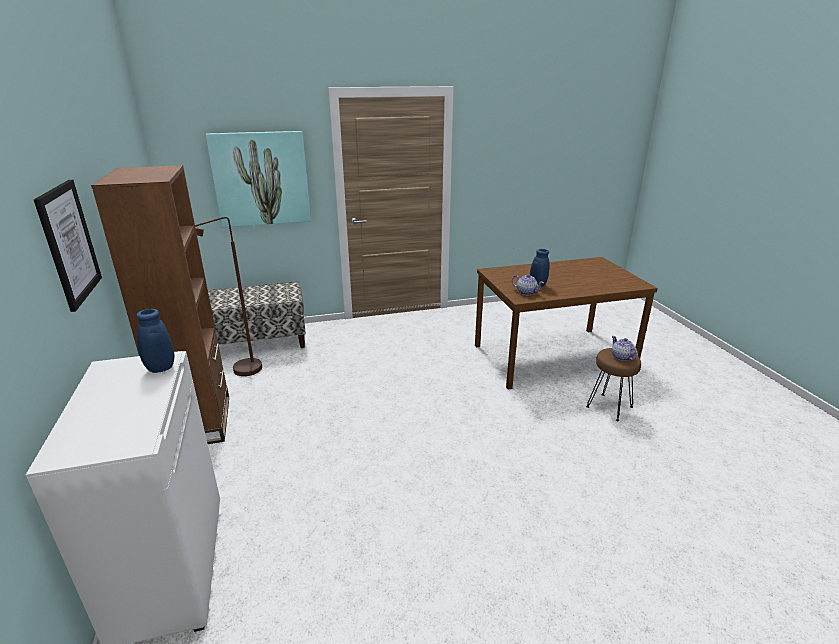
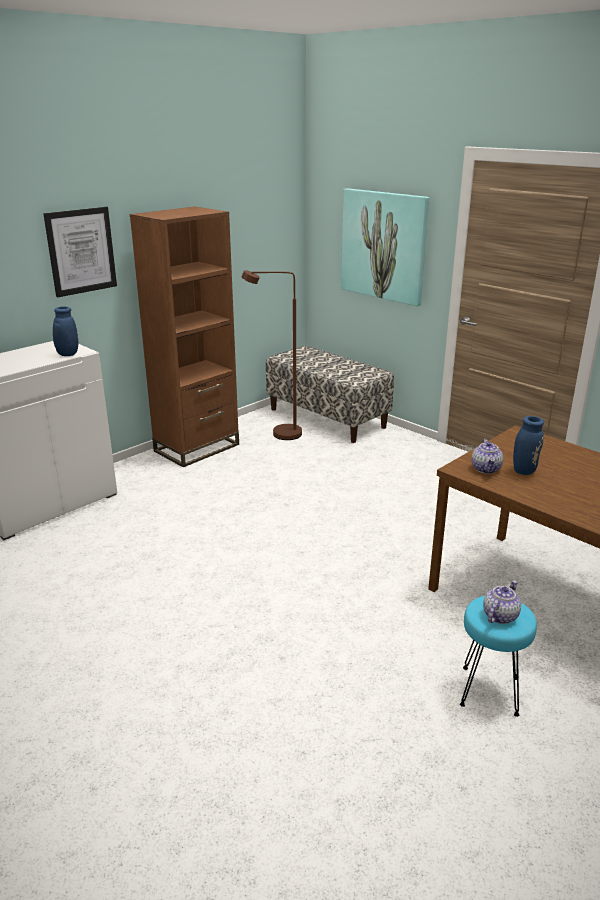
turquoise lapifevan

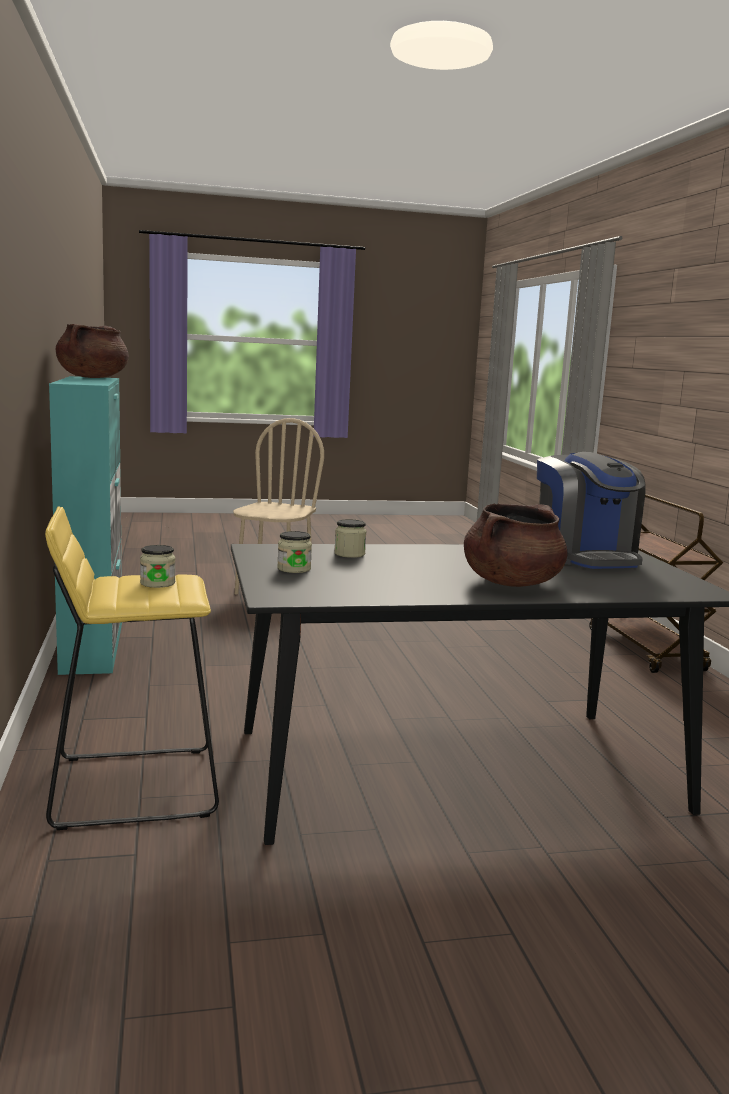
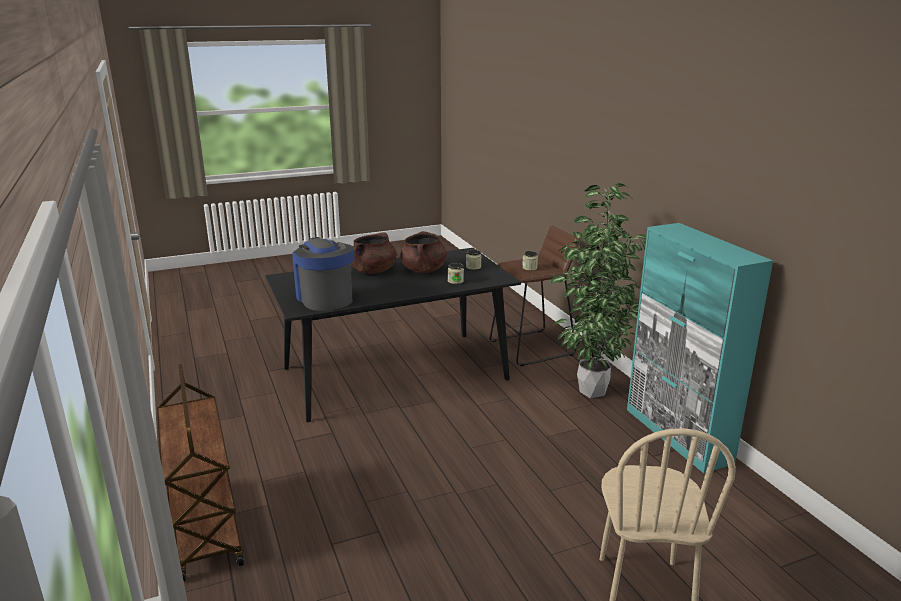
brown lapifevan
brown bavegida (no. 2 from left)
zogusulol

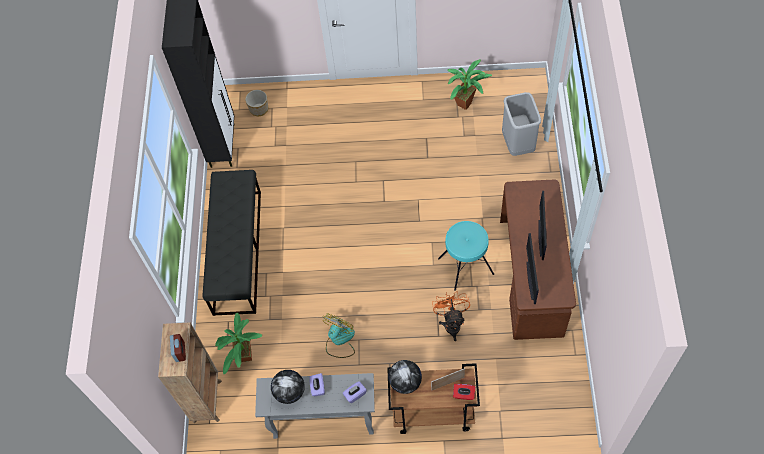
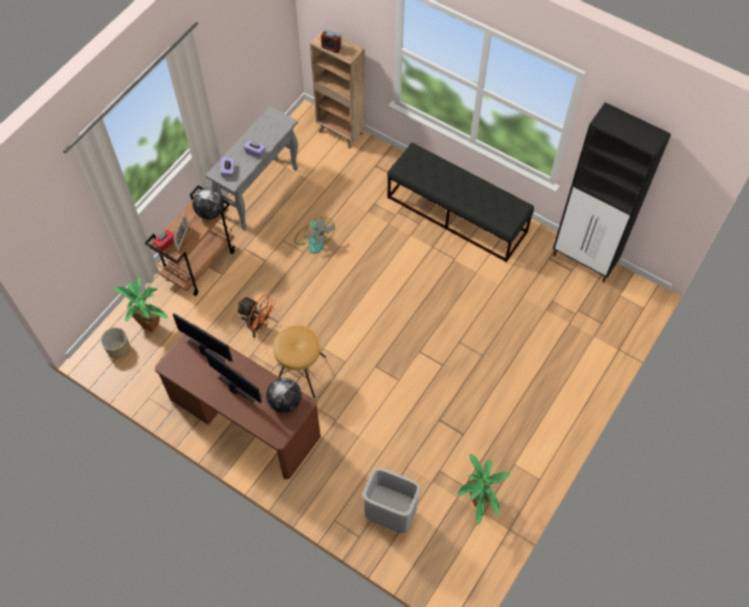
zogusulol (no. 1 from left)
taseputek
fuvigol (no. 2 from left)
brown lapifevan

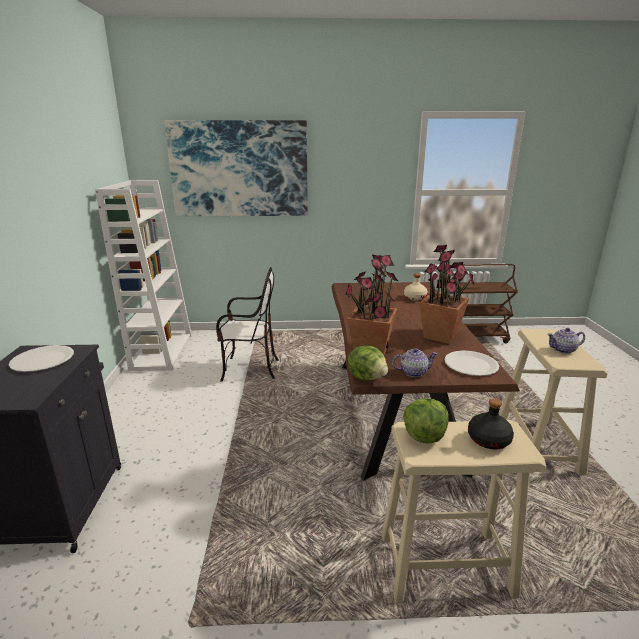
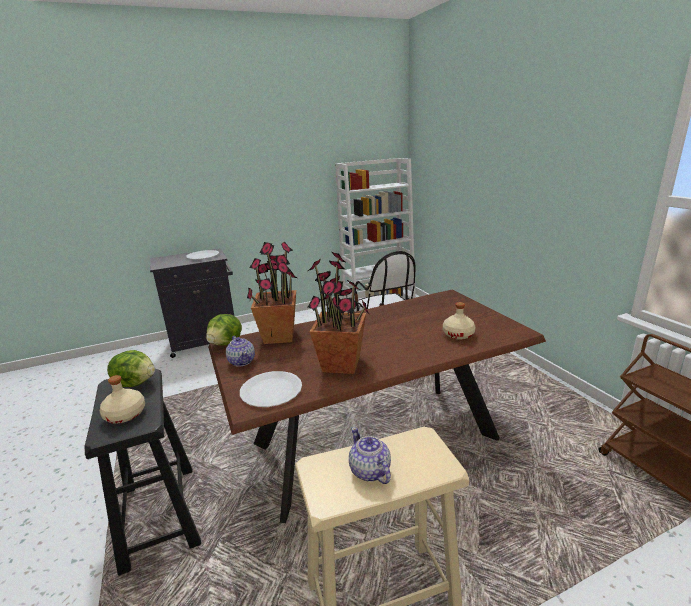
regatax
black lapifevan
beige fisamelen (no. 1 from left)

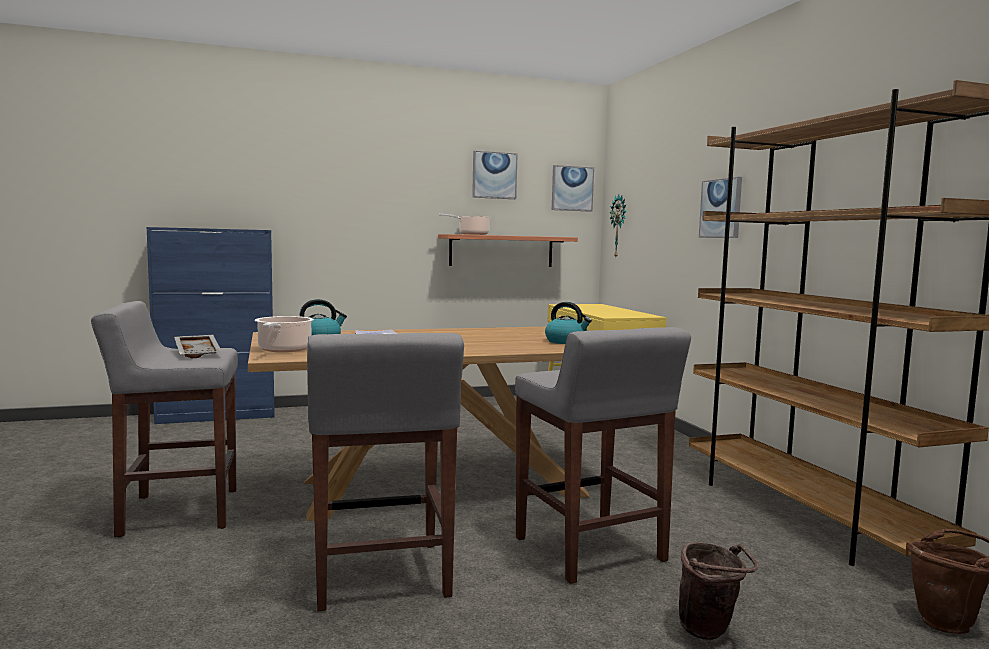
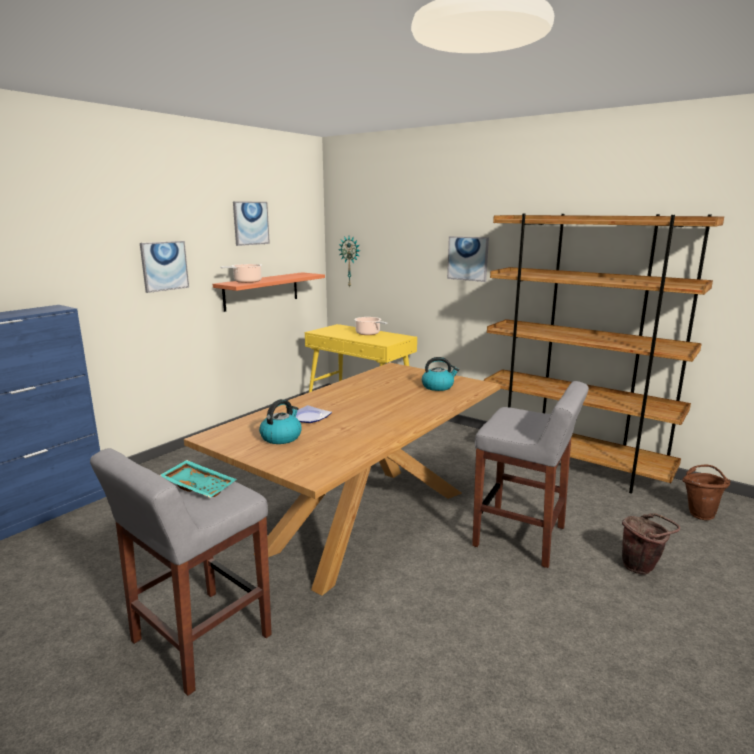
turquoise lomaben
bavegida (no. 2 from left)
grey lapifevan (no. 2 from left in the first image)
regatax (no. 1 from left)

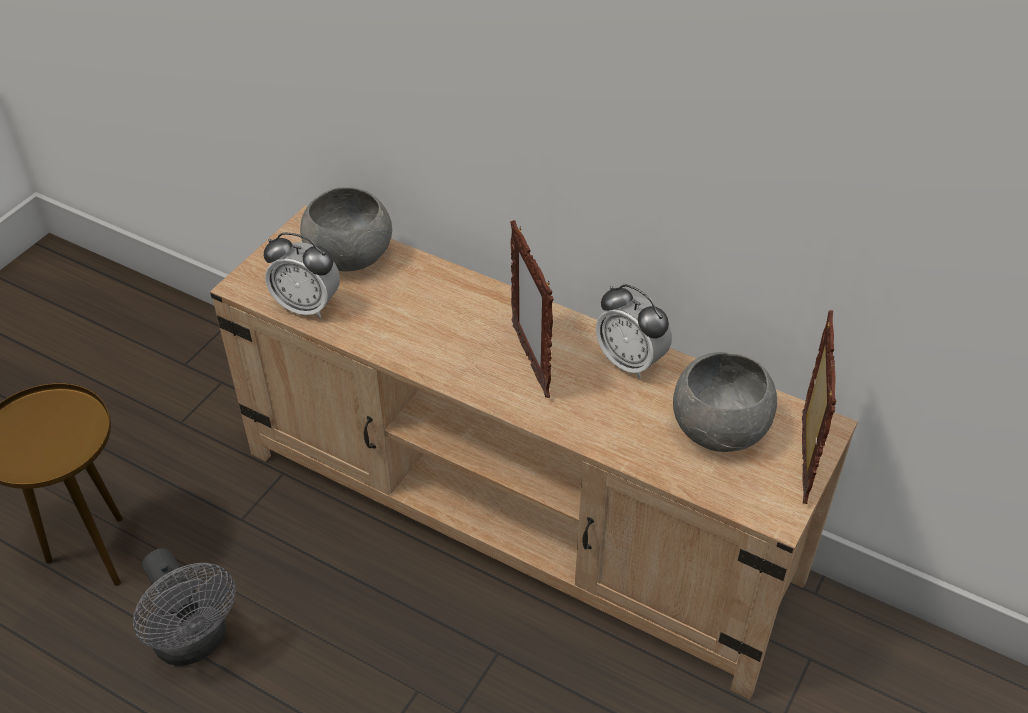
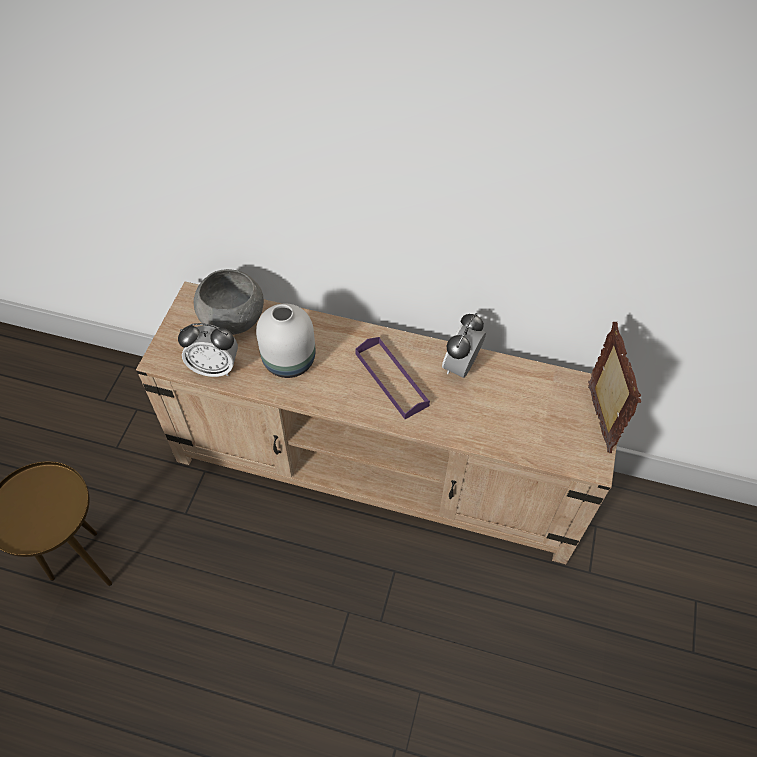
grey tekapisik
purple lomaben
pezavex (no. 2 from left)
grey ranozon (no. 2 from left in the first image)
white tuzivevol

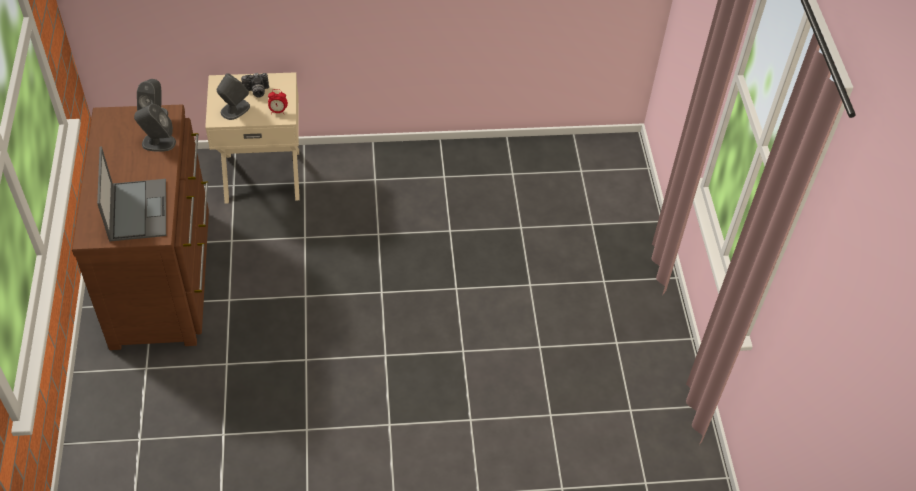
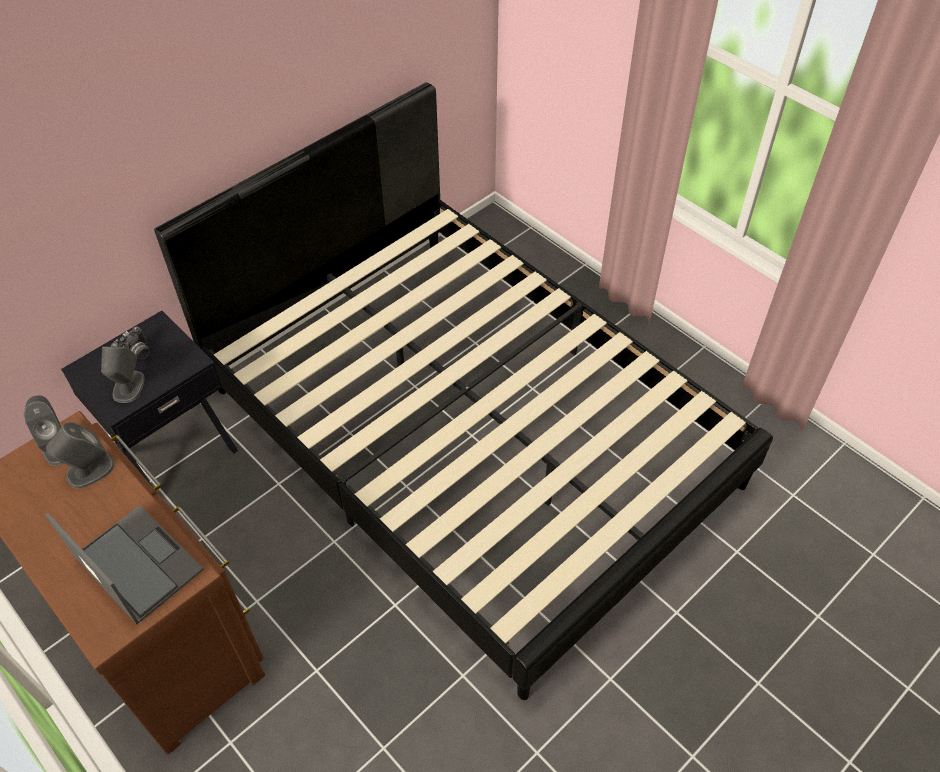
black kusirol
pezavex
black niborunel

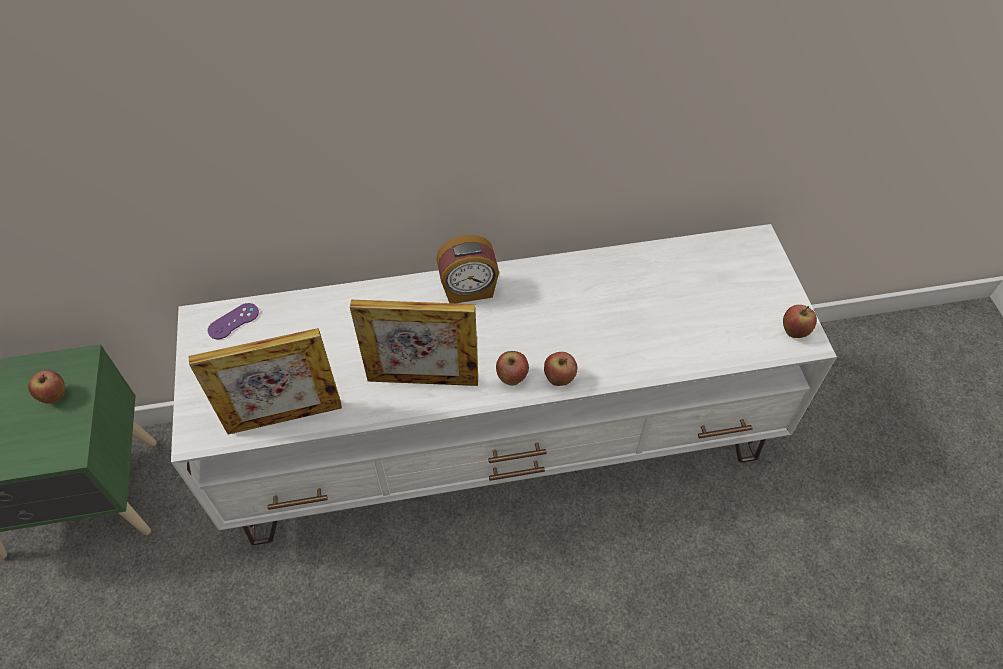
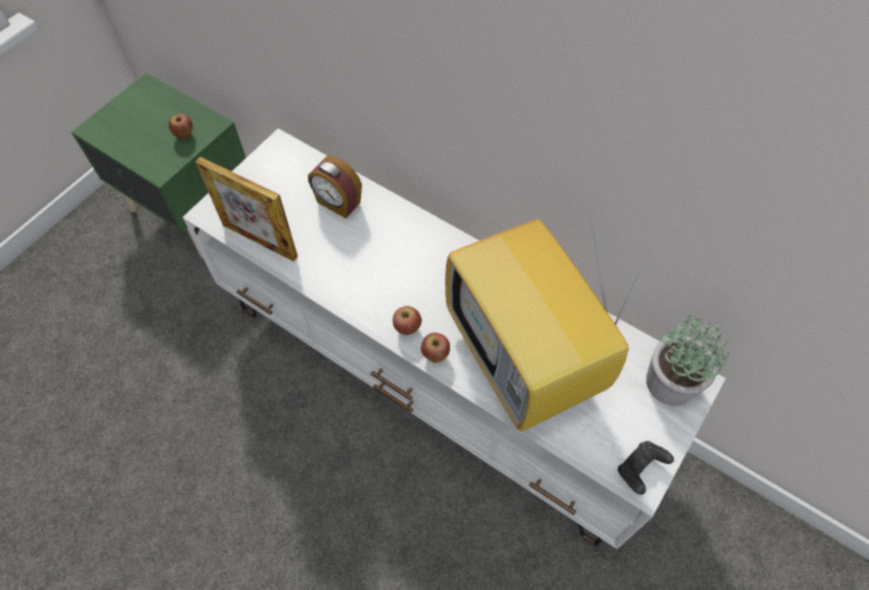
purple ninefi
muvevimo (no. 2 from left in the first image)
pezavex
black ninefi
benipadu
zogusulol

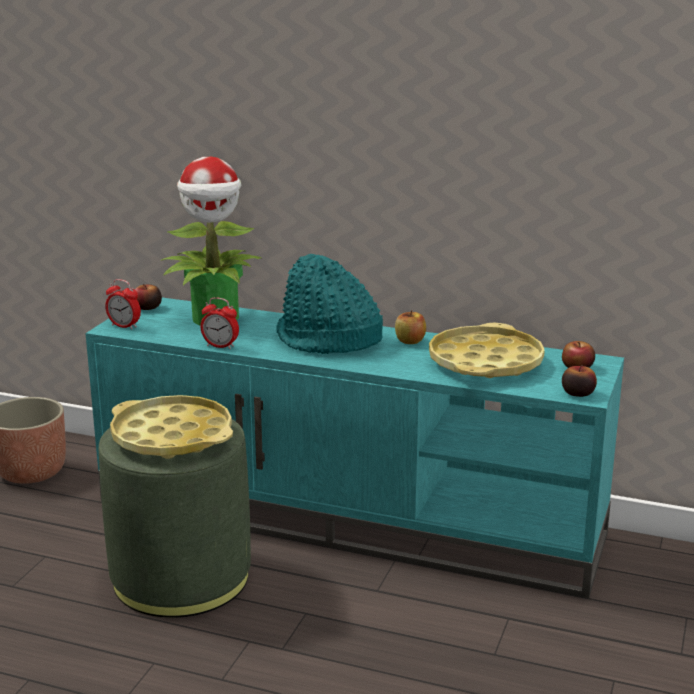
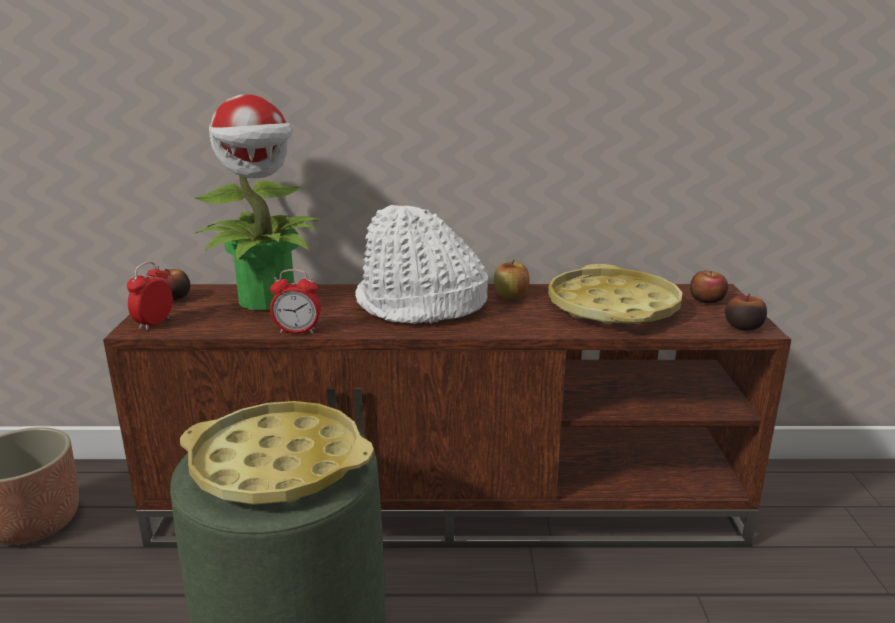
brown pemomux
pezavex (no. 1 from left)
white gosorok

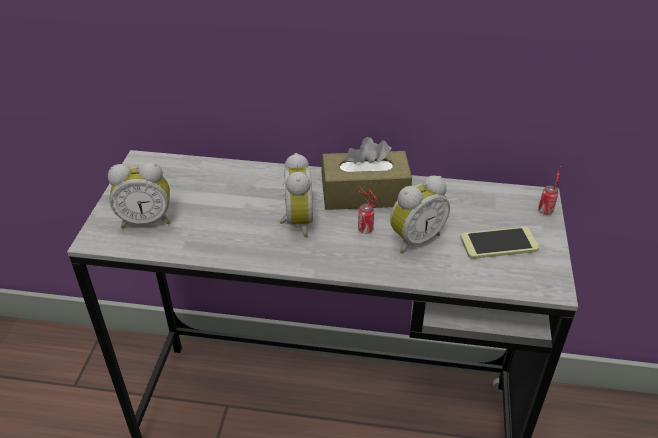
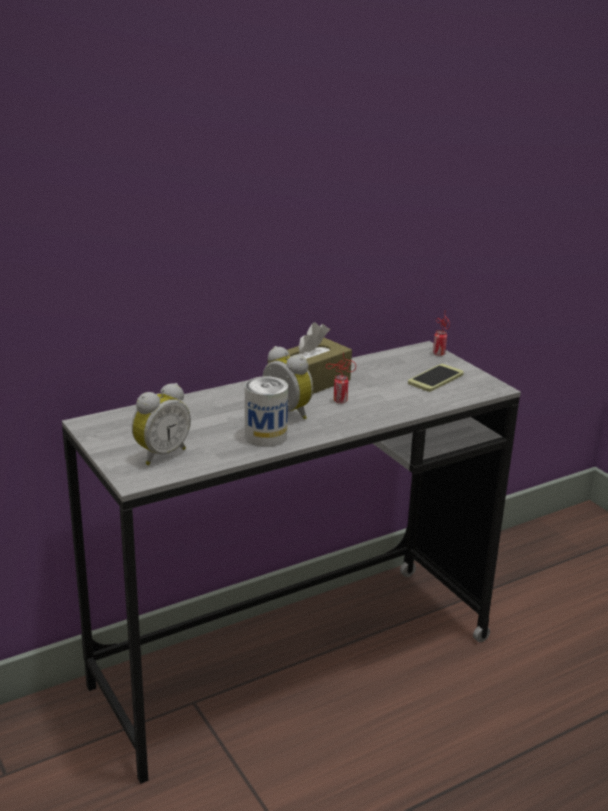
pezavex (no. 3 from left in the first image)
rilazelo (no. 1 from left)

